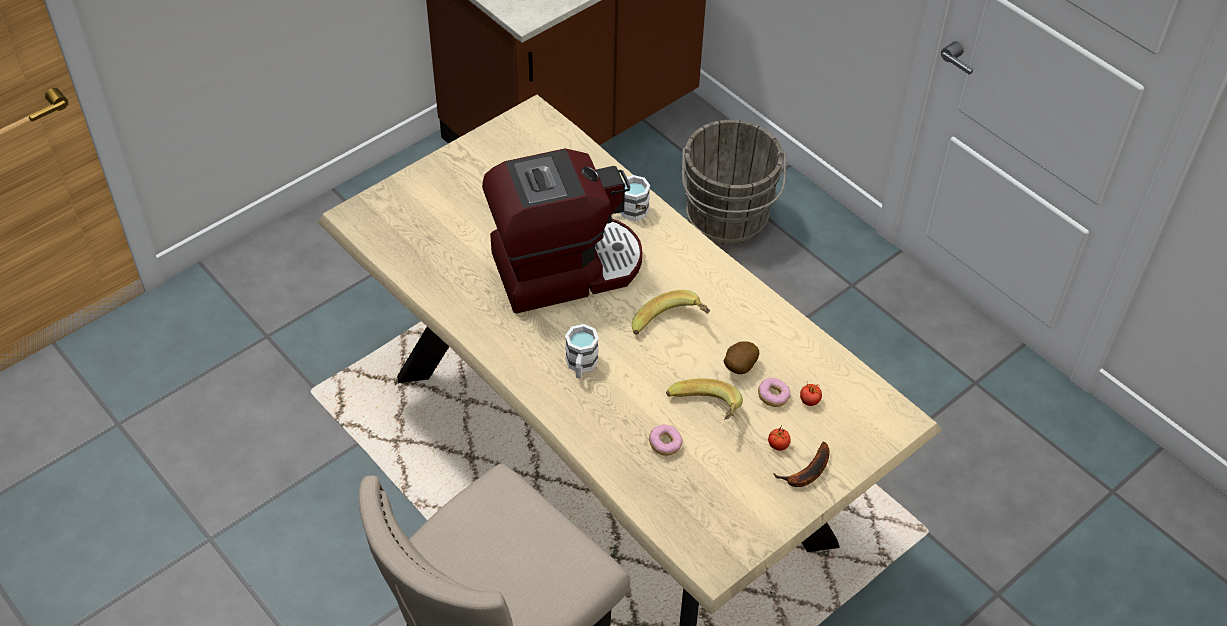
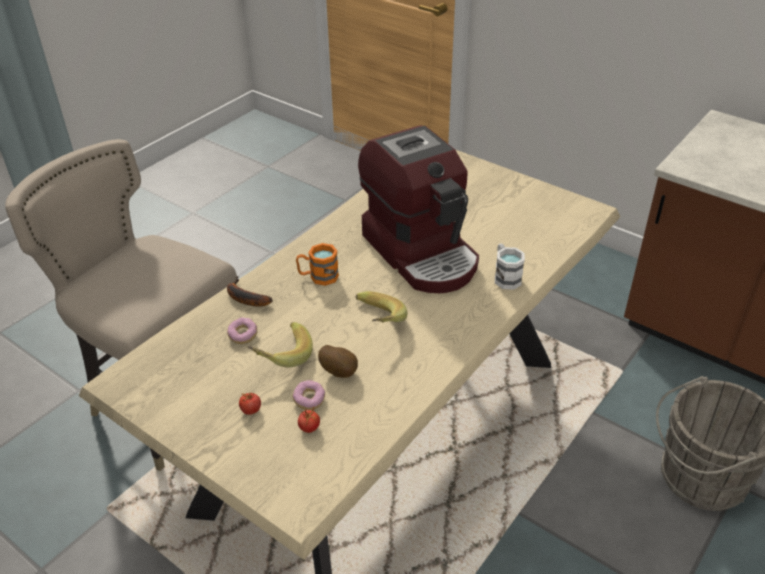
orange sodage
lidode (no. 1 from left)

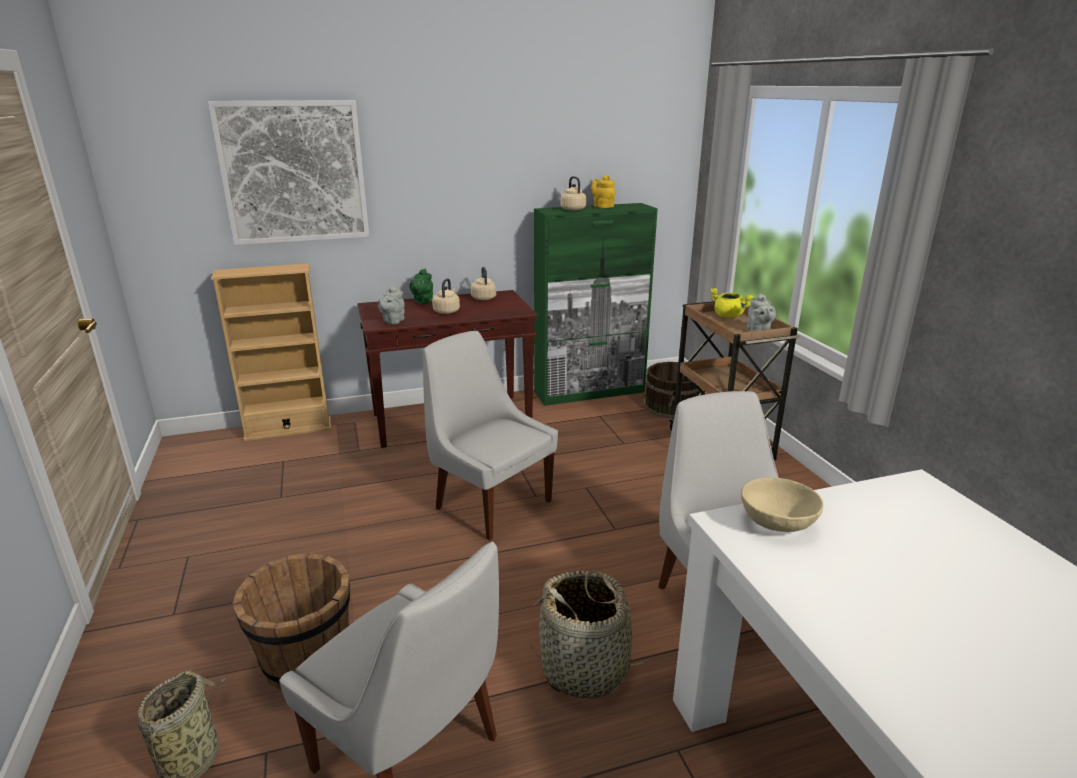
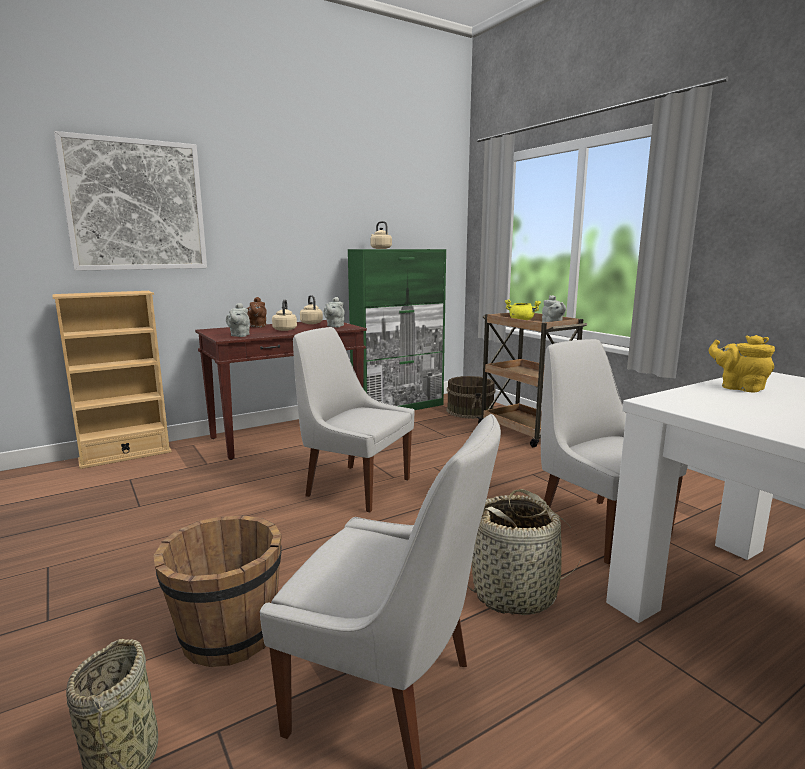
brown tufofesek
yellow tufofesek
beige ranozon
grey tufofesek (no. 2 from left)

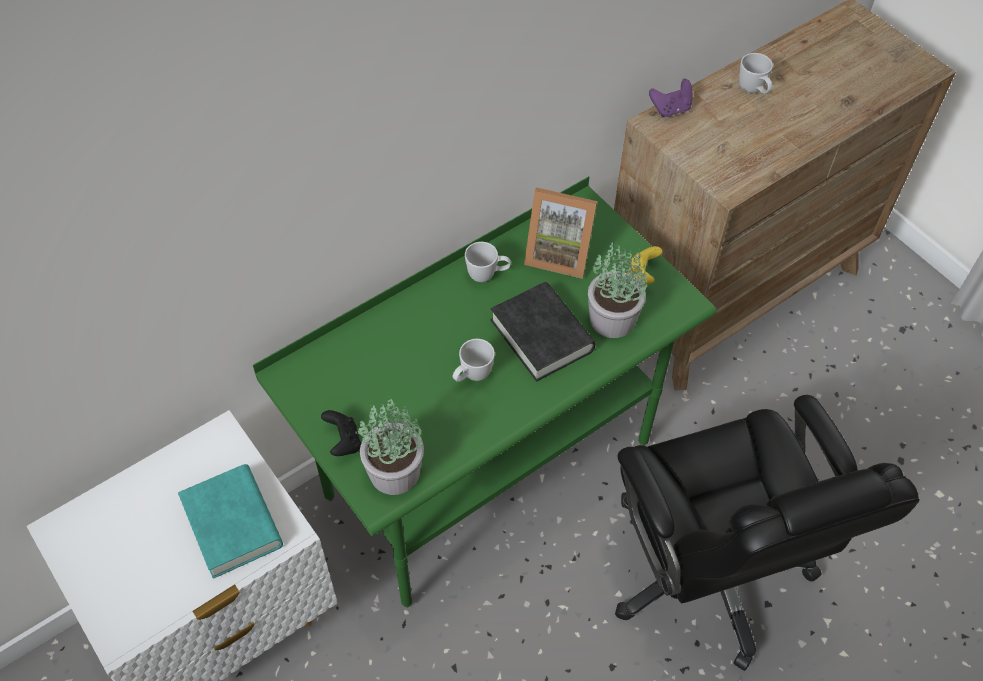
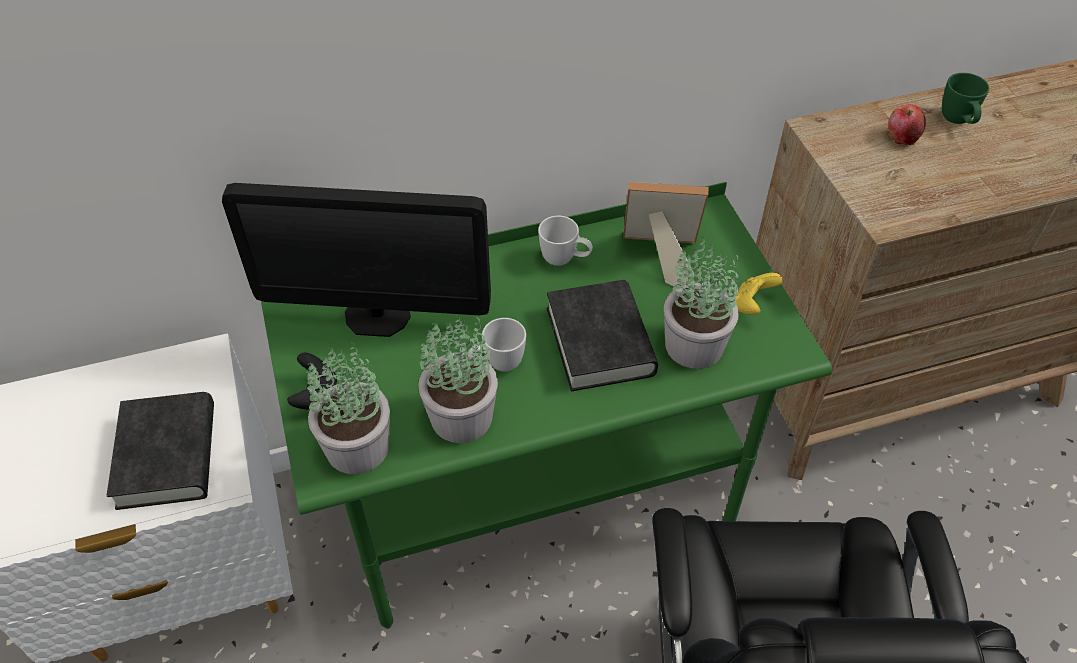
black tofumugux (no. 1 from left)
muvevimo
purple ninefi
green sodage
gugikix
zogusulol (no. 2 from left)
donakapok

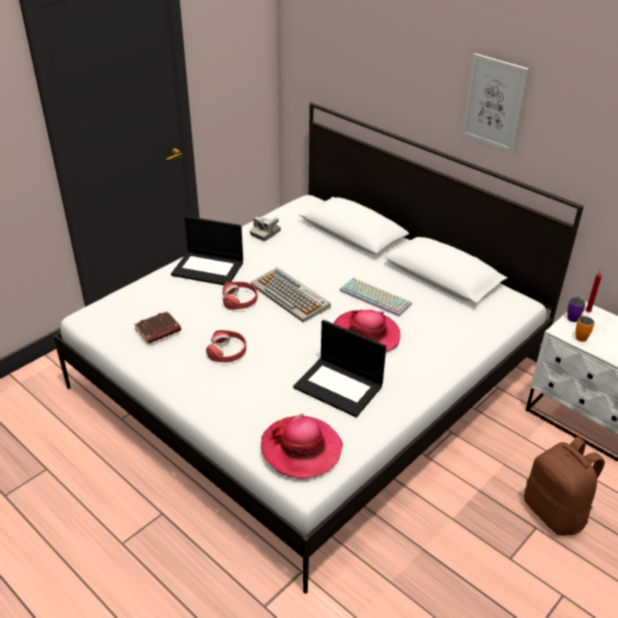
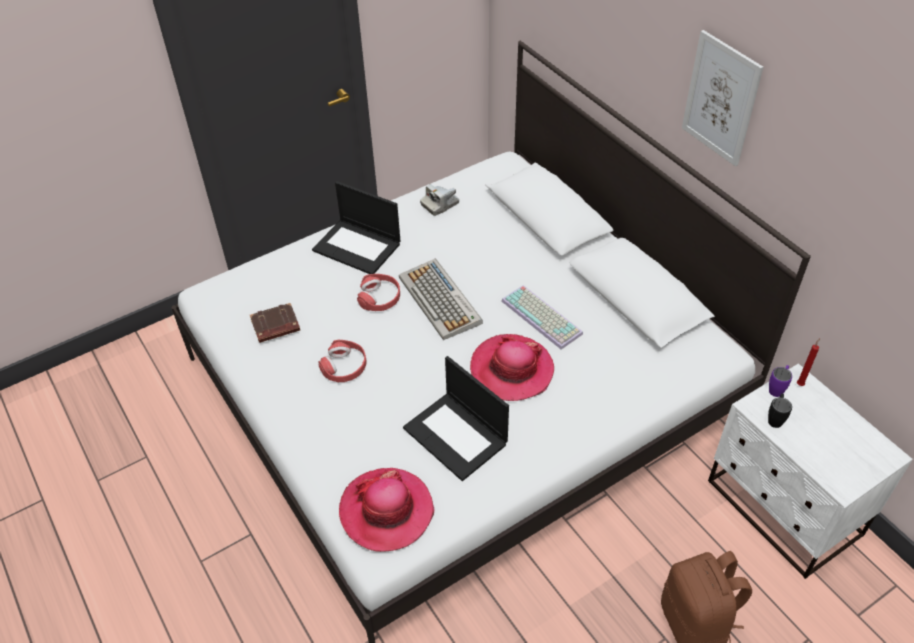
black sodage

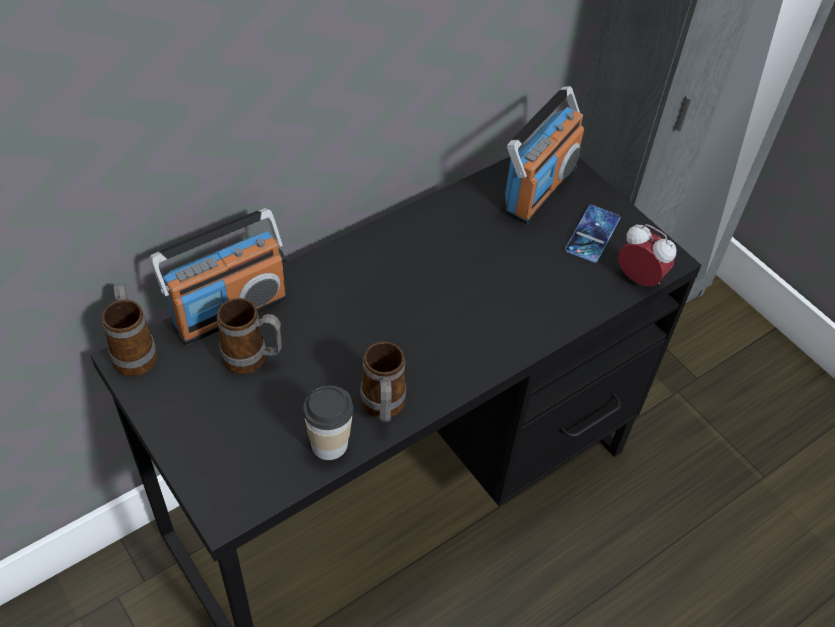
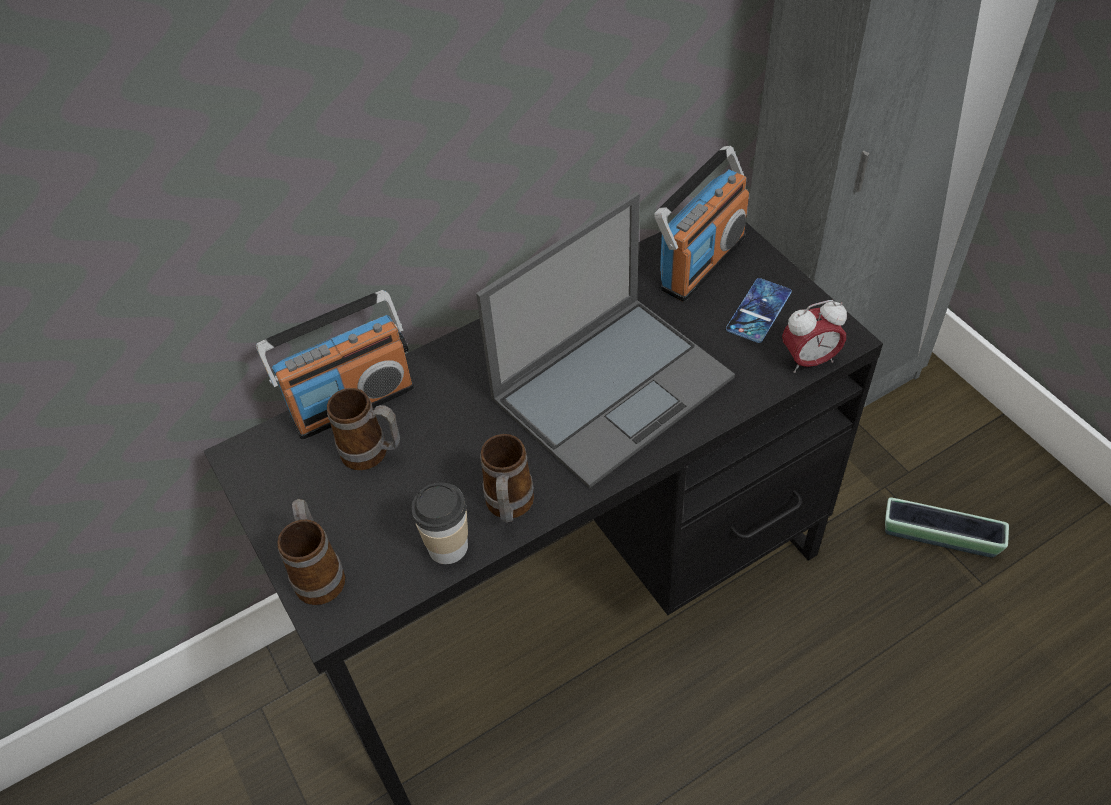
sodage (no. 1 from left)
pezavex
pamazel
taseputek

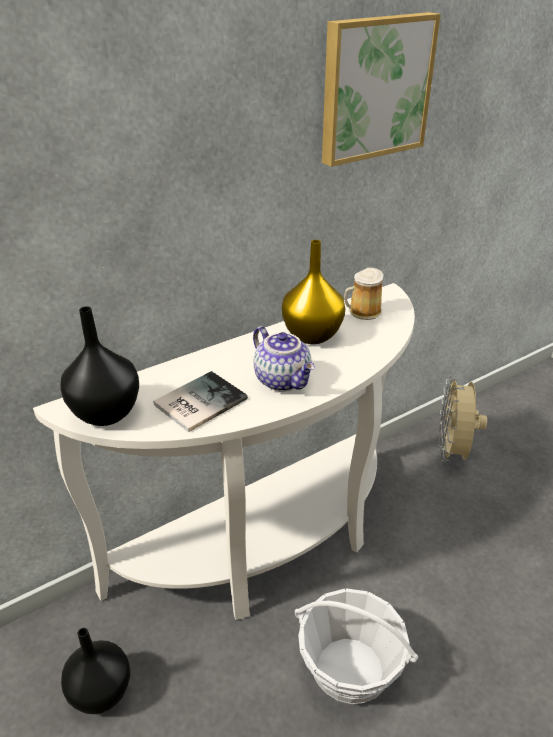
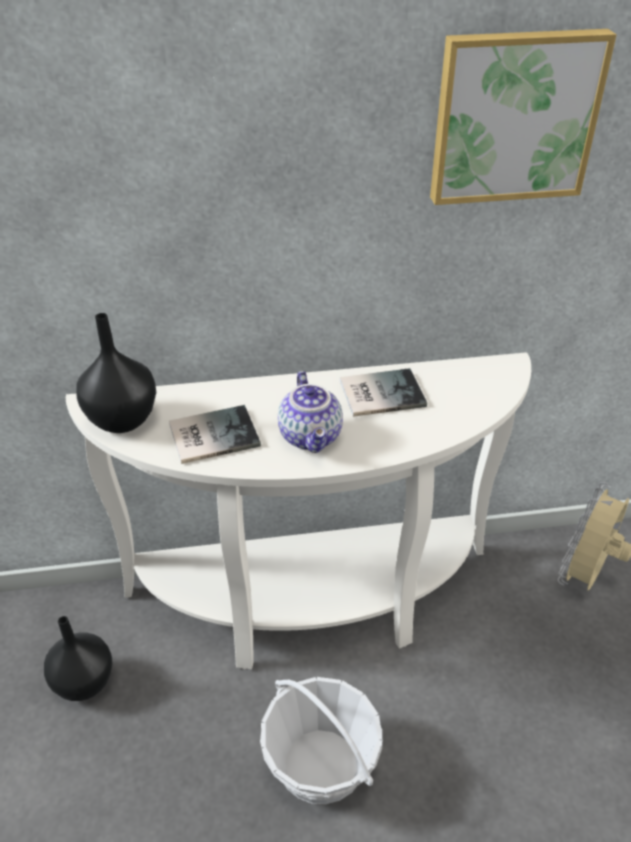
tofumugux (no. 2 from left)
sodage

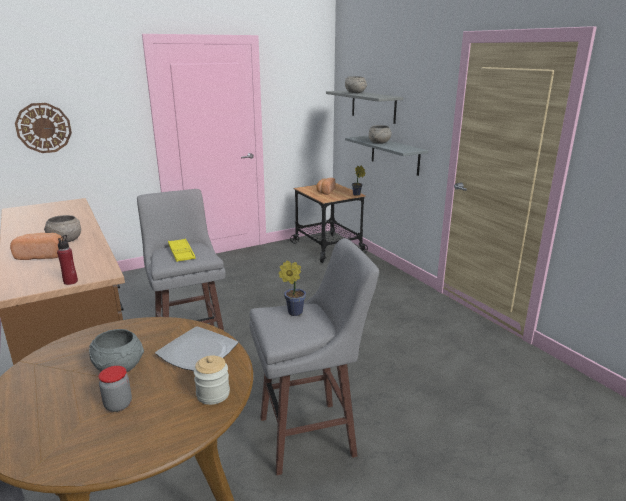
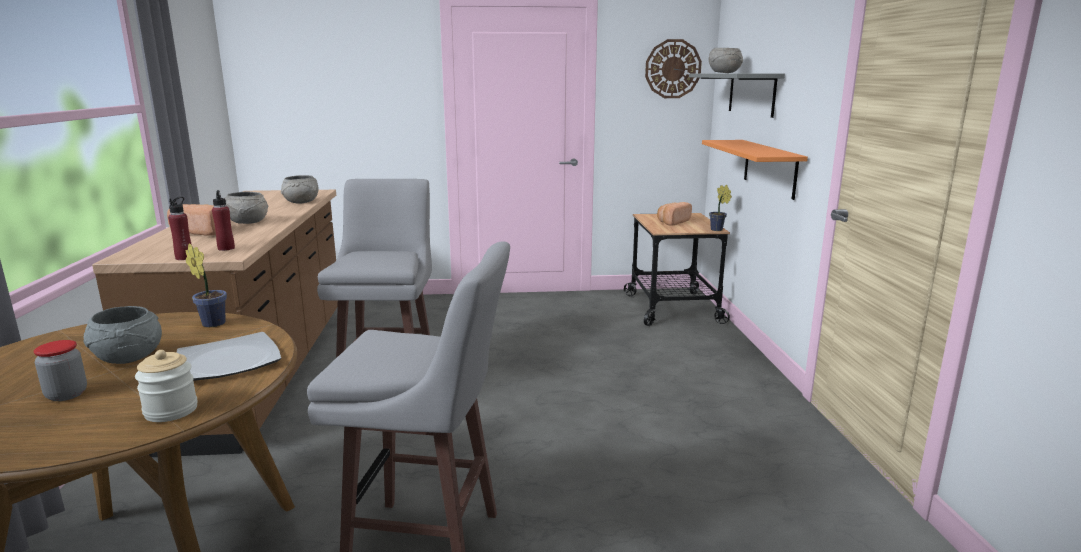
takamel
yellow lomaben
zogusulol (no. 1 from left)
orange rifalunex
grey ranozon (no. 3 from left)
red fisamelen (no. 2 from left)

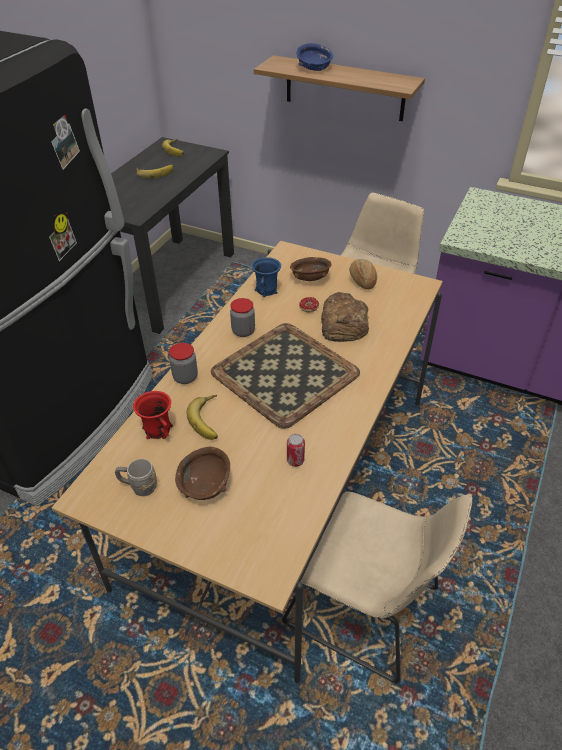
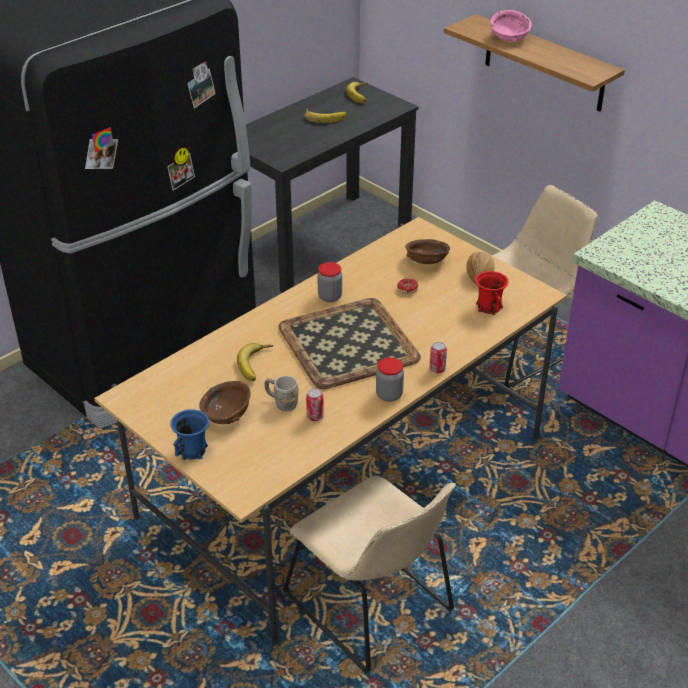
grey sodage
red sodage
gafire (no. 2 from left)
blue sodage
pink ranozon
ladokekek (no. 1 from left in the first image)
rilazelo (no. 2 from left)

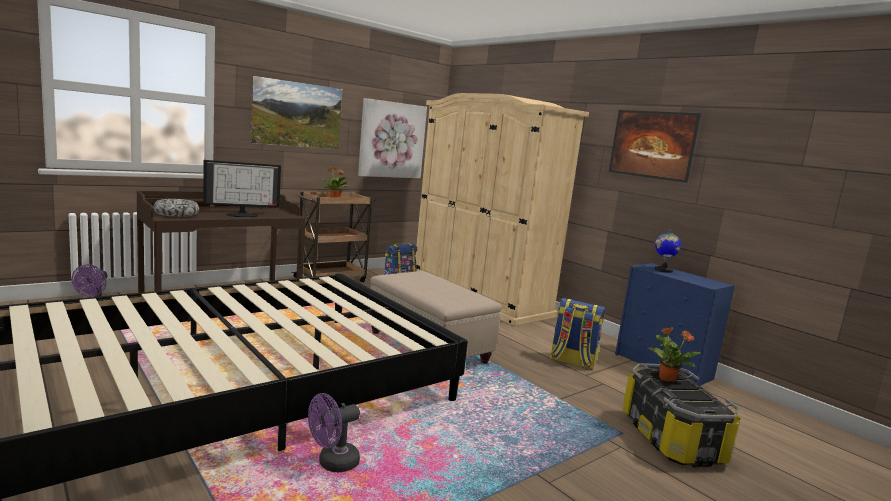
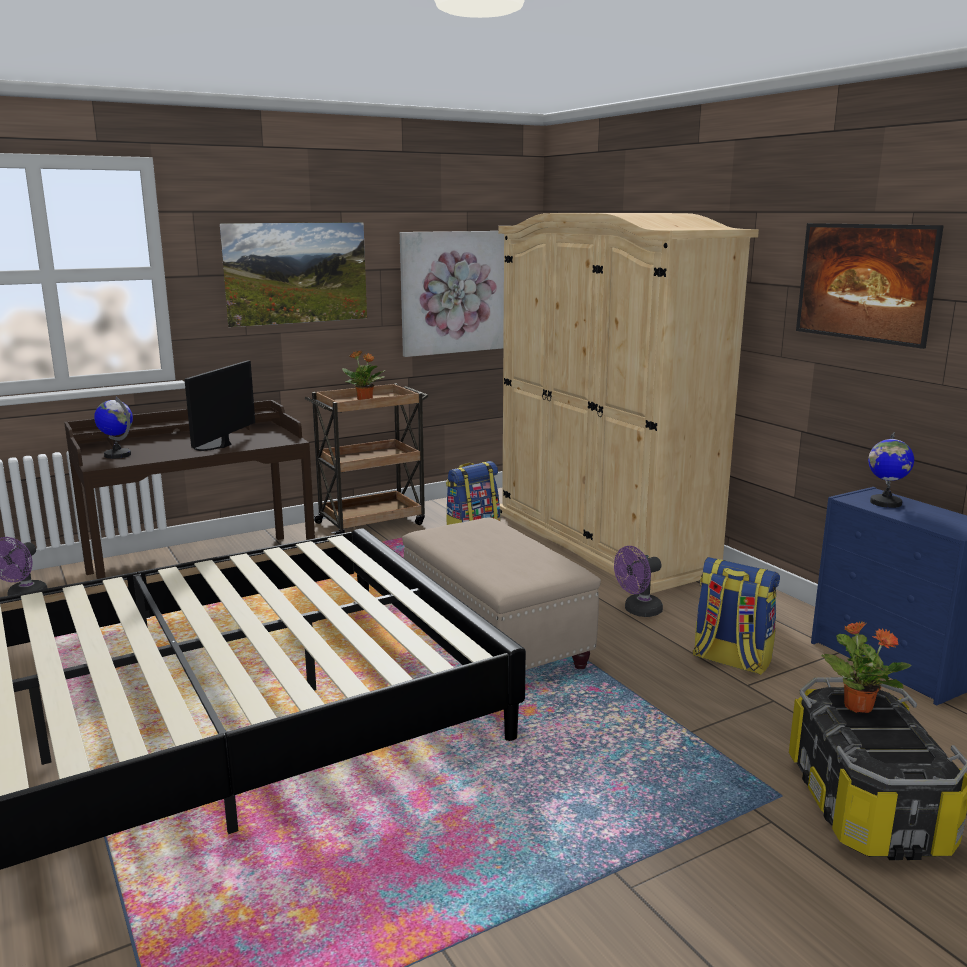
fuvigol (no. 1 from left)
gugikix
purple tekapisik (no. 2 from left)

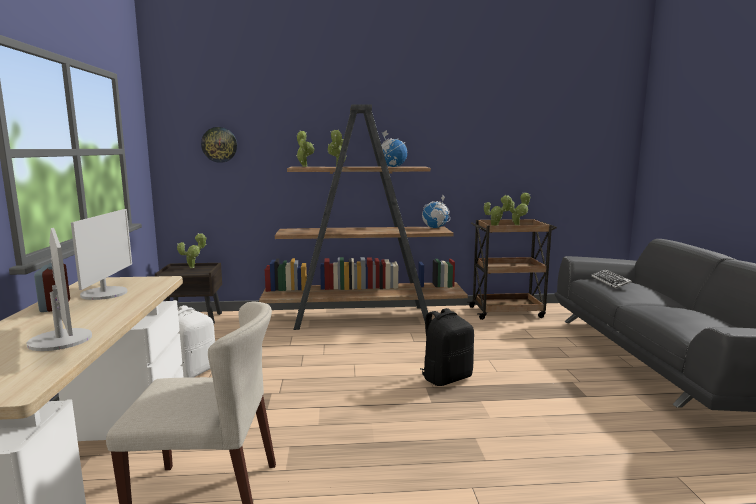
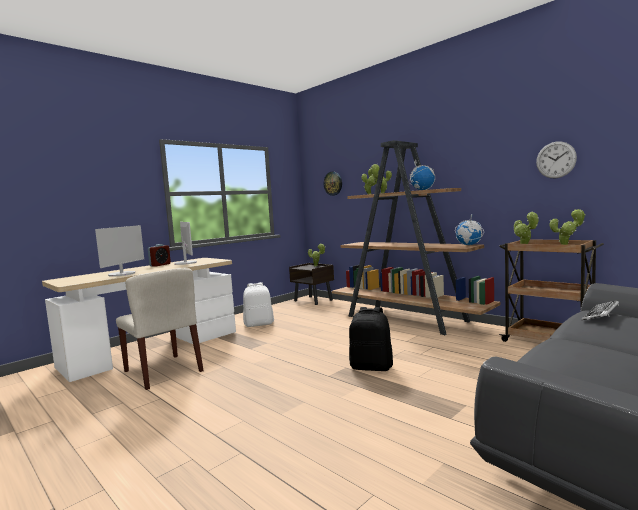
gugikix (no. 2 from left)
takamel (no. 2 from left)

